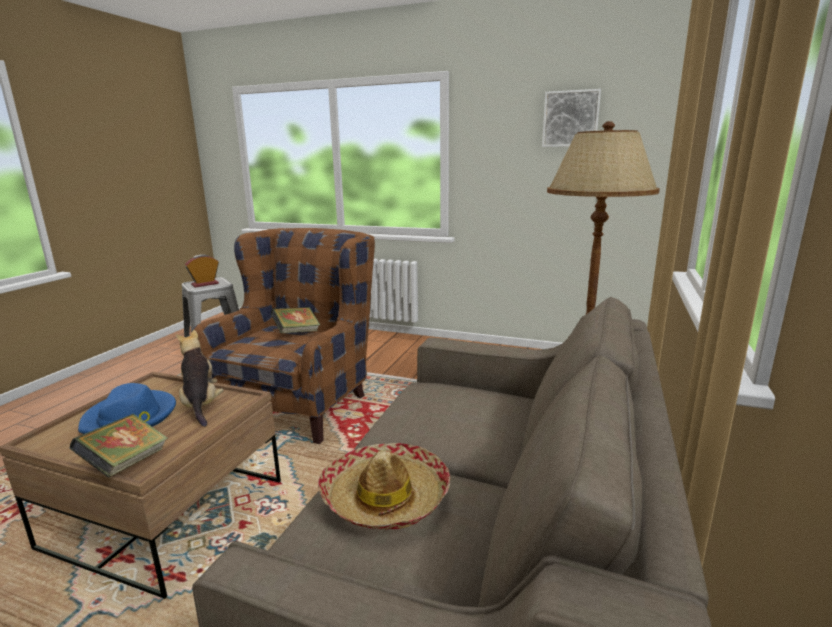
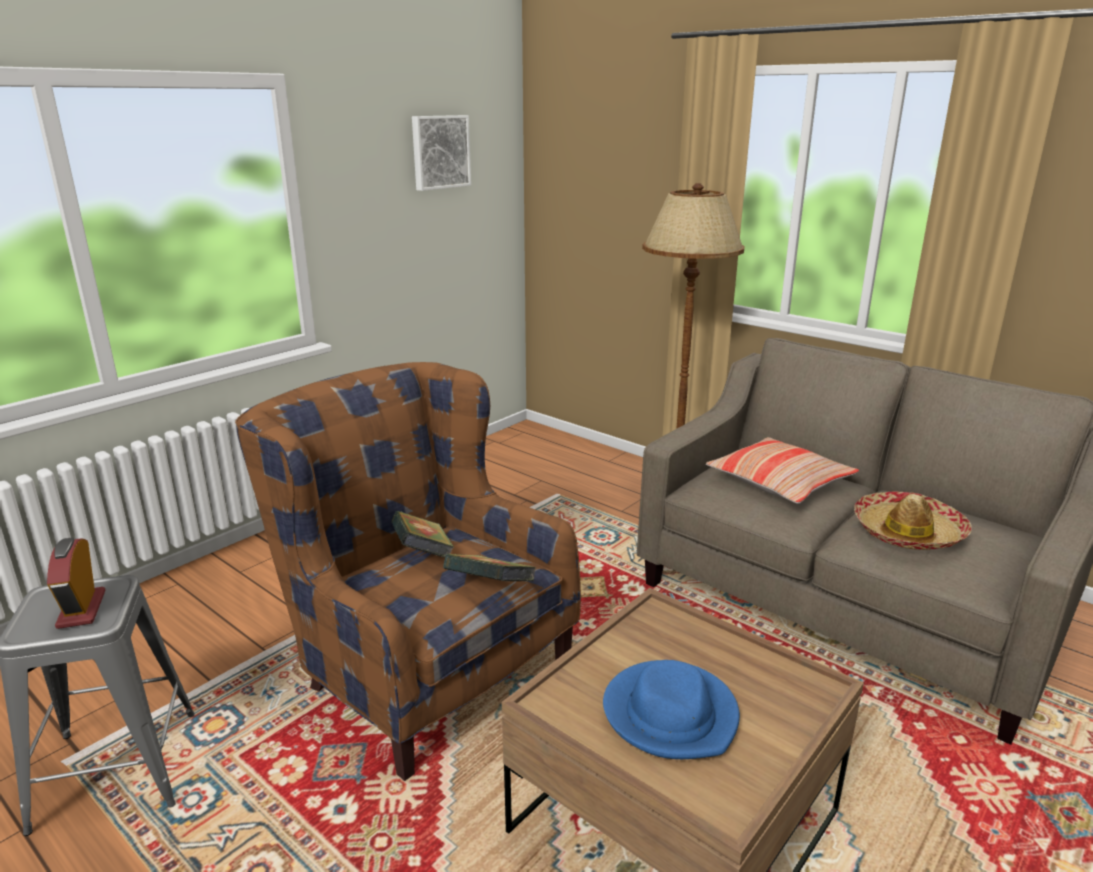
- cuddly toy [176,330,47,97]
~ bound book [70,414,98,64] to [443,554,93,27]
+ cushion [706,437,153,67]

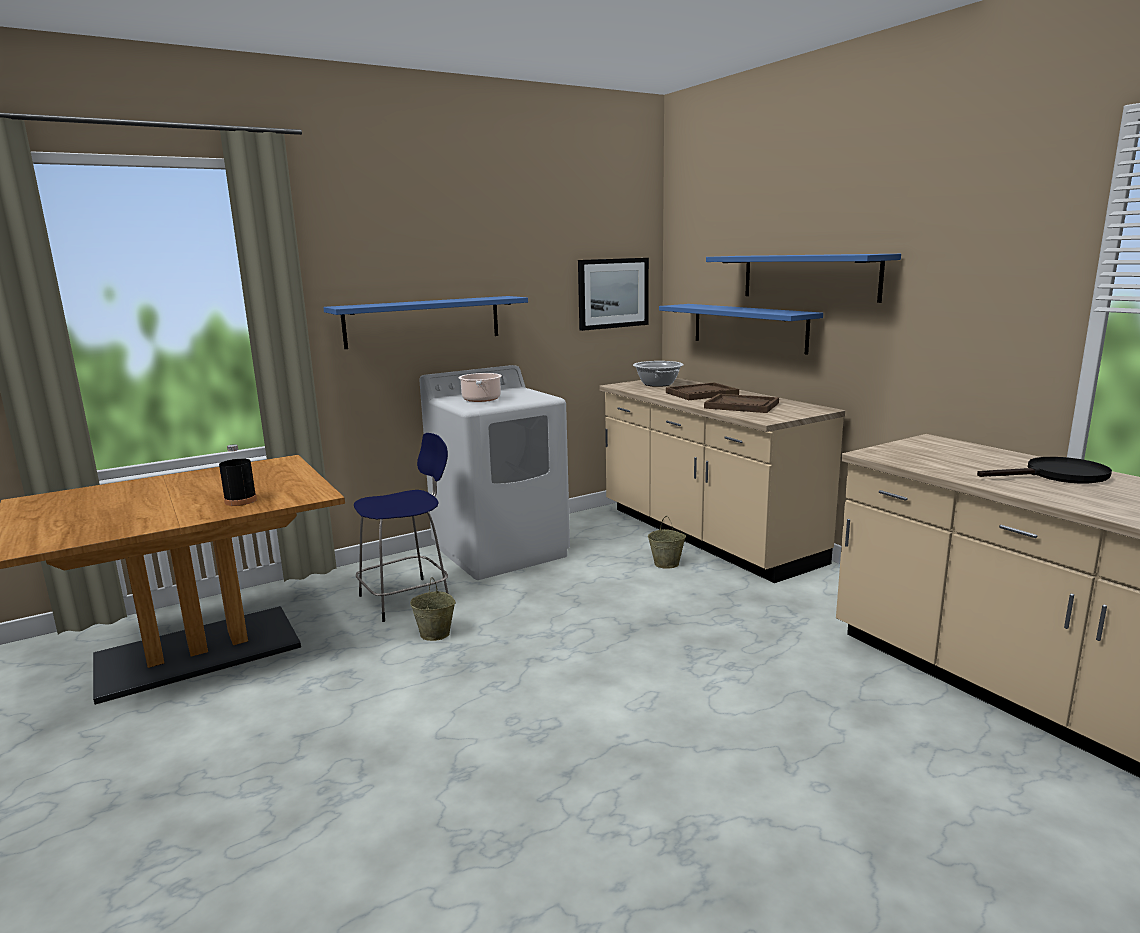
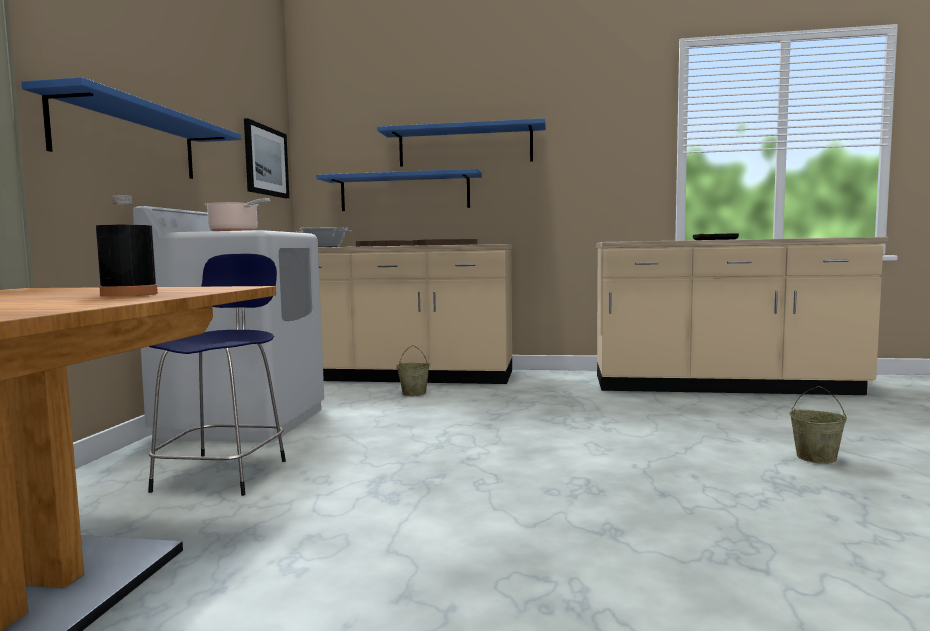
~ pail (beige-coloured) [410,577,46,64] to [789,386,58,78]

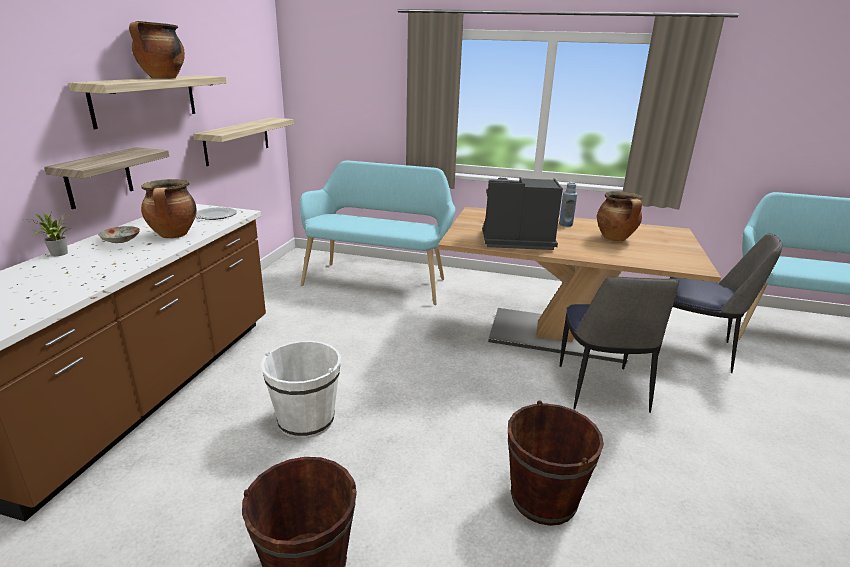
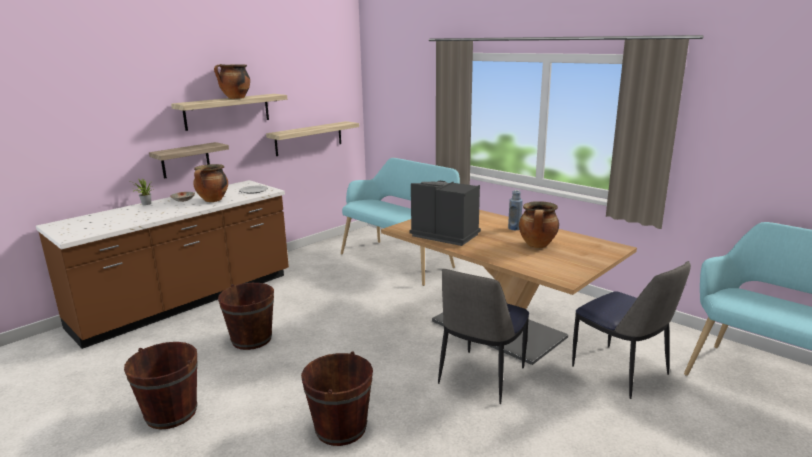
~ pail (white) [261,341,80,98] to pail (brownish) [218,283,56,67]

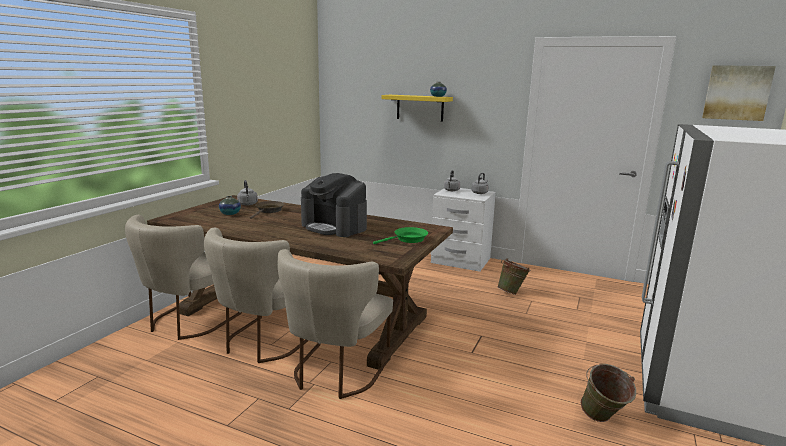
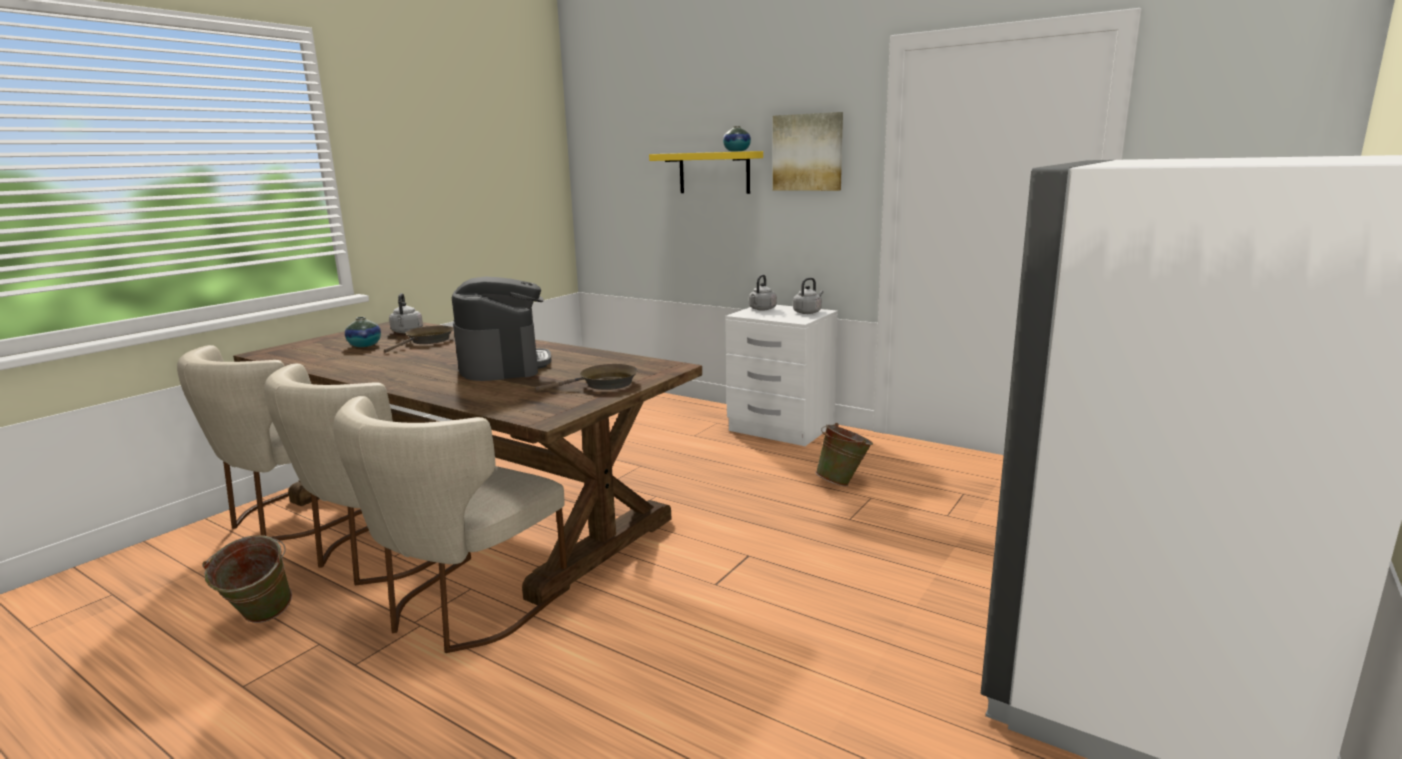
~ wall art [702,65,74,56] to [773,112,70,79]
~ coffee brewer [301,173,66,64] = [452,277,99,104] 150 degrees counterclockwise
~ skillet (green) [373,227,55,17] to skillet (brownish) [535,364,103,27]
~ pail (green) [581,364,55,58] to [202,535,90,88]

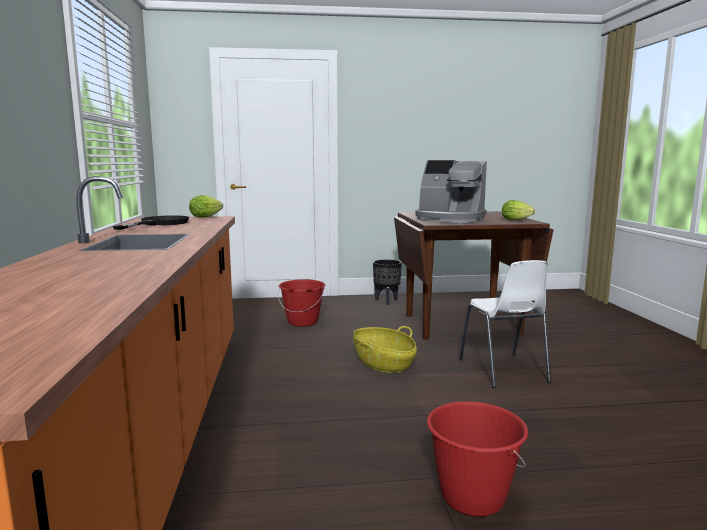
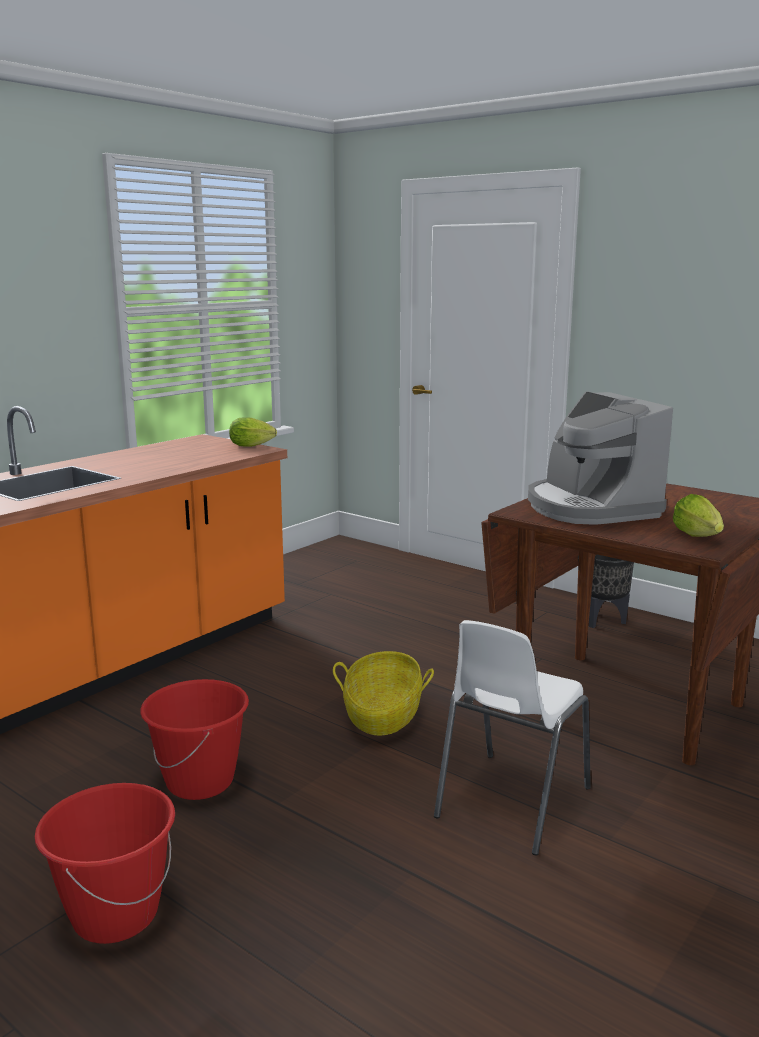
- skillet (black-coloured) [113,215,76,15]
~ pail (reddish) [278,279,47,48] to [140,679,109,121]

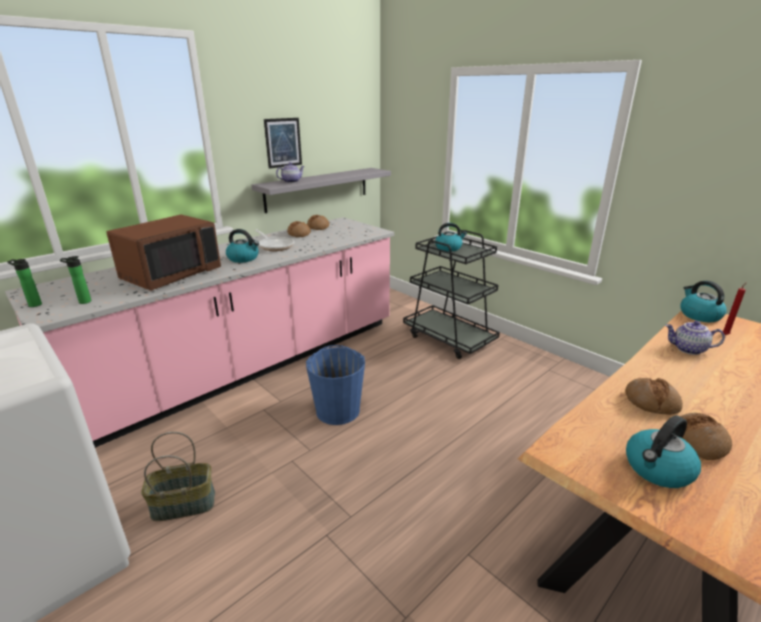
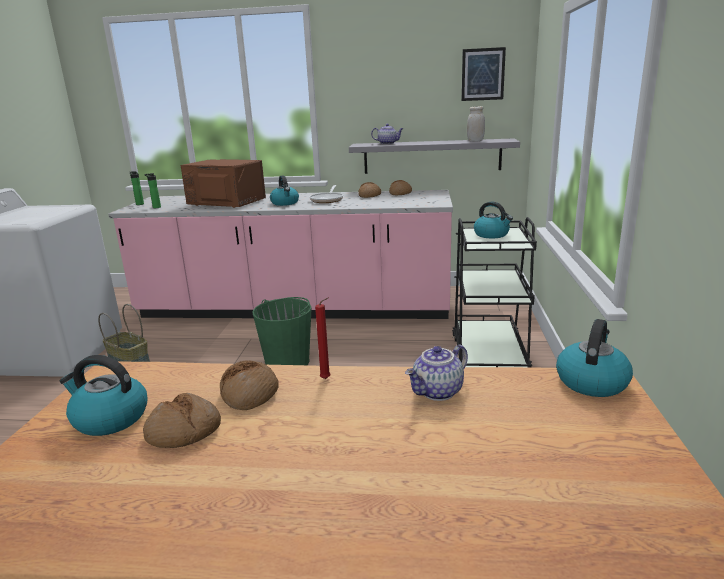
~ wall art [264,118,38,51] to [461,47,45,54]
~ microwave oven (brownish) [107,214,114,77] = [181,159,85,49] 150 degrees counterclockwise
~ wax light (reddish) [723,283,23,52] to [315,298,16,81]
~ pot for tea [665,321,60,34] = [405,345,63,56] 105 degrees counterclockwise
~ pail (bluish) [306,345,59,80] to pail (green) [252,297,60,68]
+ jar (white) [467,106,18,35]

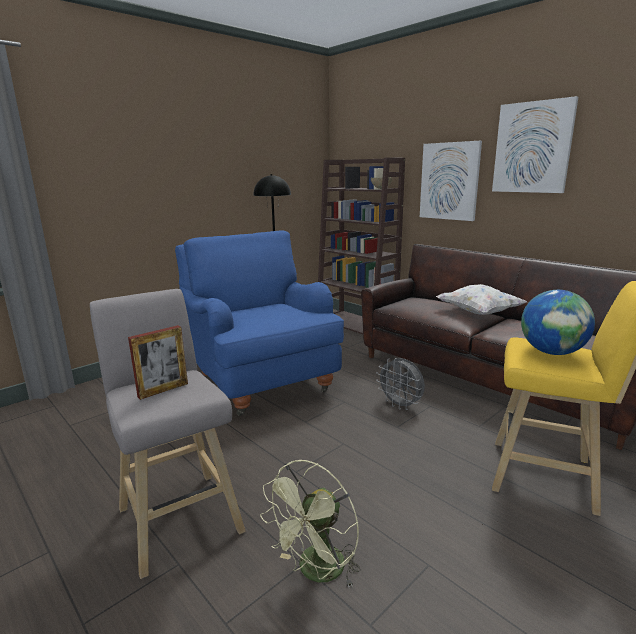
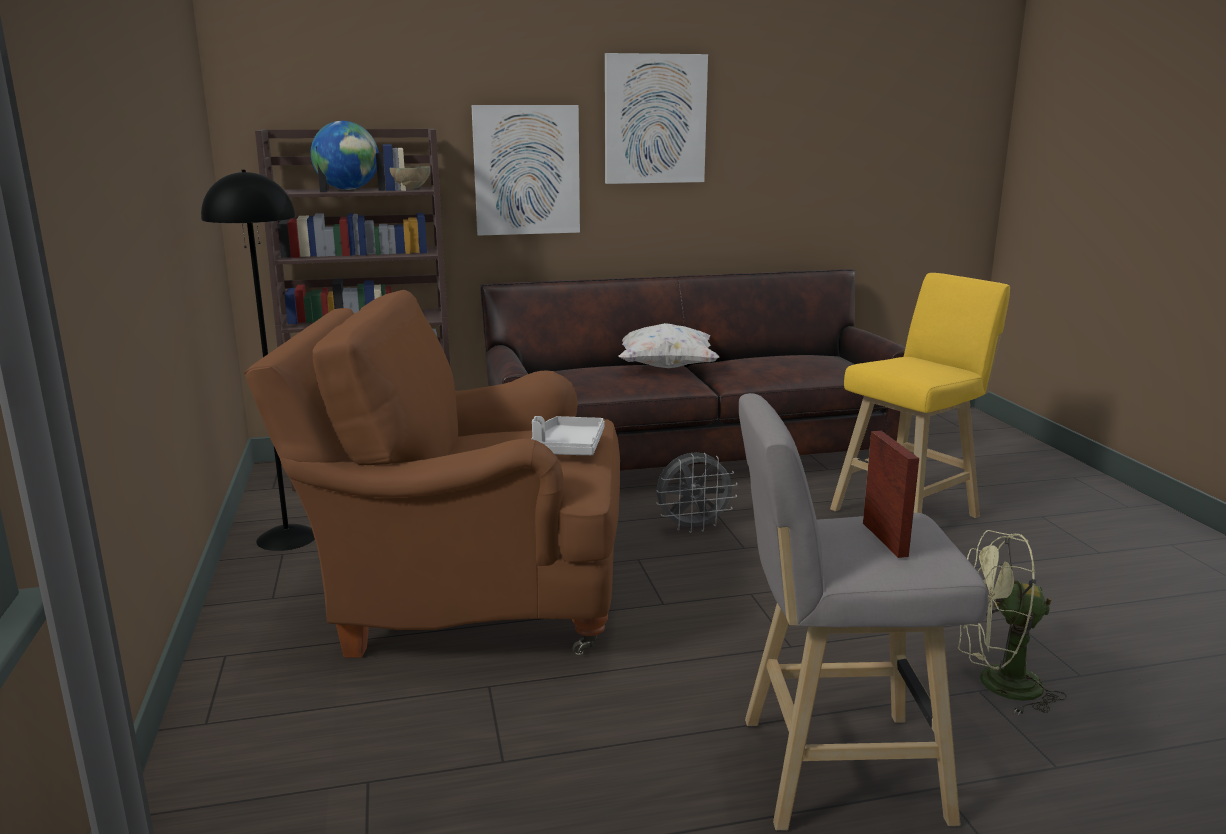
~ armchair (bluish) [175,231,169,185] to armchair (brownish) [244,290,376,368]
~ world globe [521,290,74,65] to [311,121,68,69]
~ cooling fan (green) [260,460,101,128] = [958,530,109,185] 120 degrees clockwise
+ serving tray (greyish) [532,416,73,39]

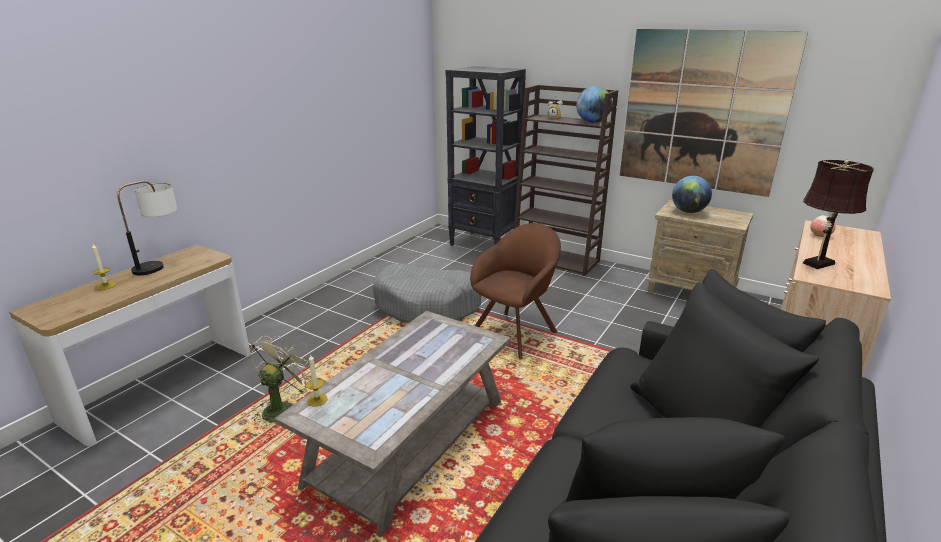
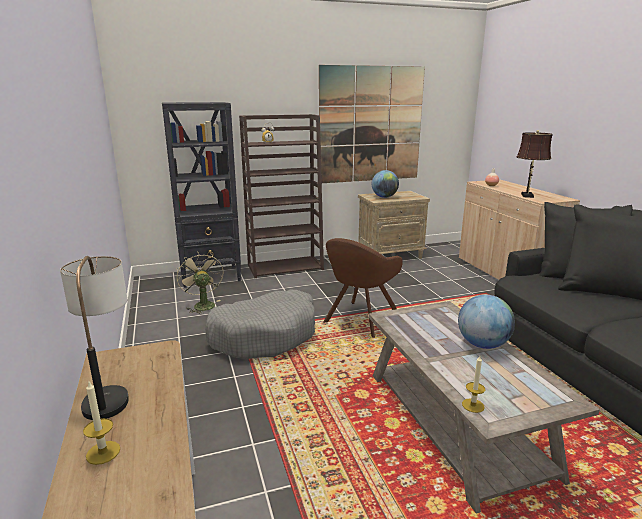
~ world globe [576,86,36,37] to [458,295,57,54]
~ armchair (brownish) [470,223,91,136] = [323,238,80,100] 135 degrees counterclockwise
~ cooling fan (beige-coloured) [250,335,62,87] to [177,252,47,62]

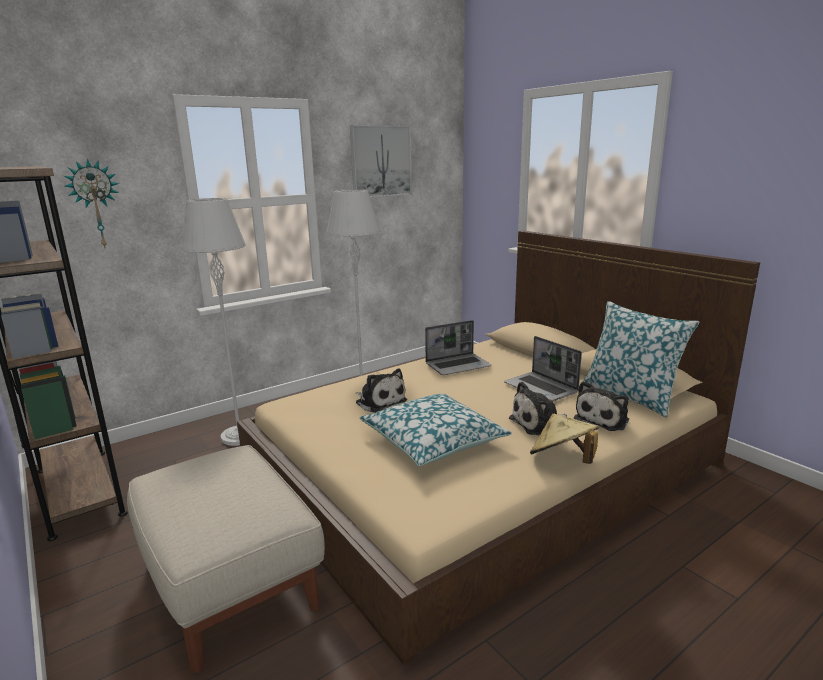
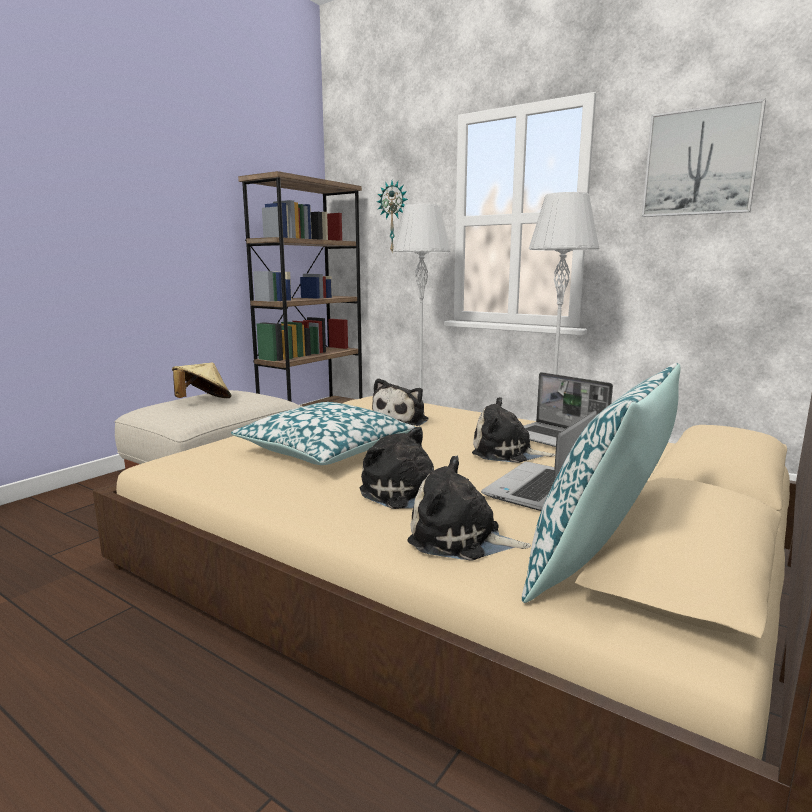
~ hat (beige-coloured) [530,413,69,51] to [172,362,59,36]
+ cuddly toy [472,397,83,66]

